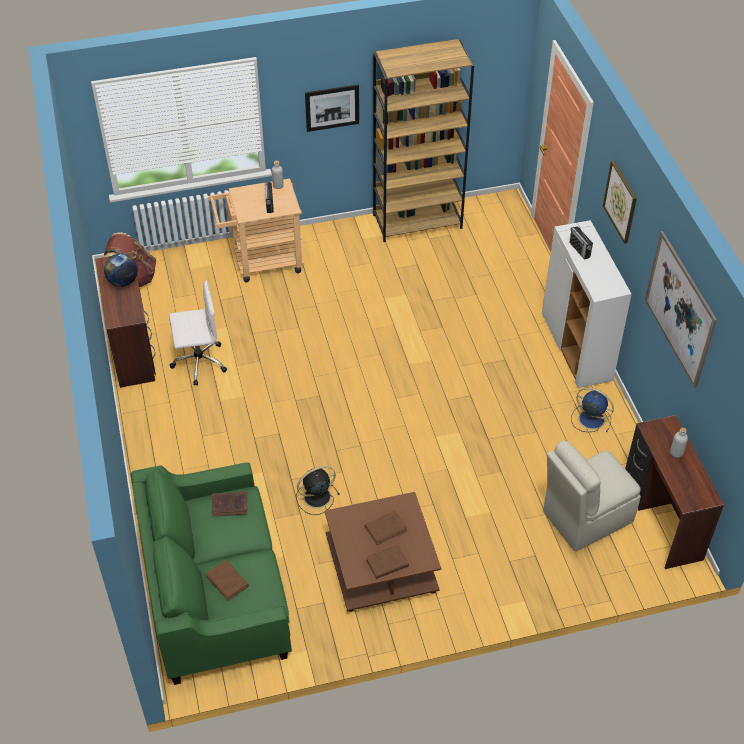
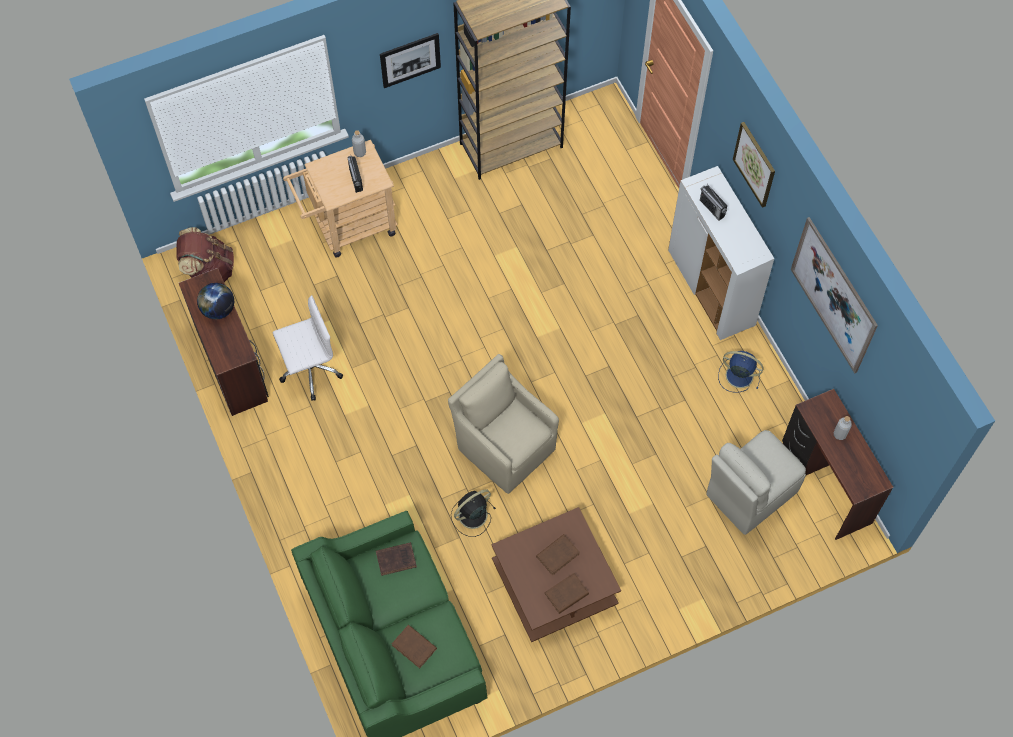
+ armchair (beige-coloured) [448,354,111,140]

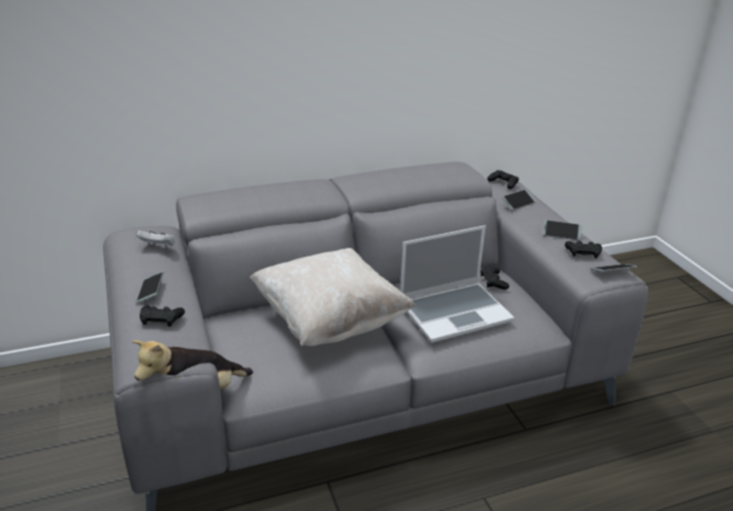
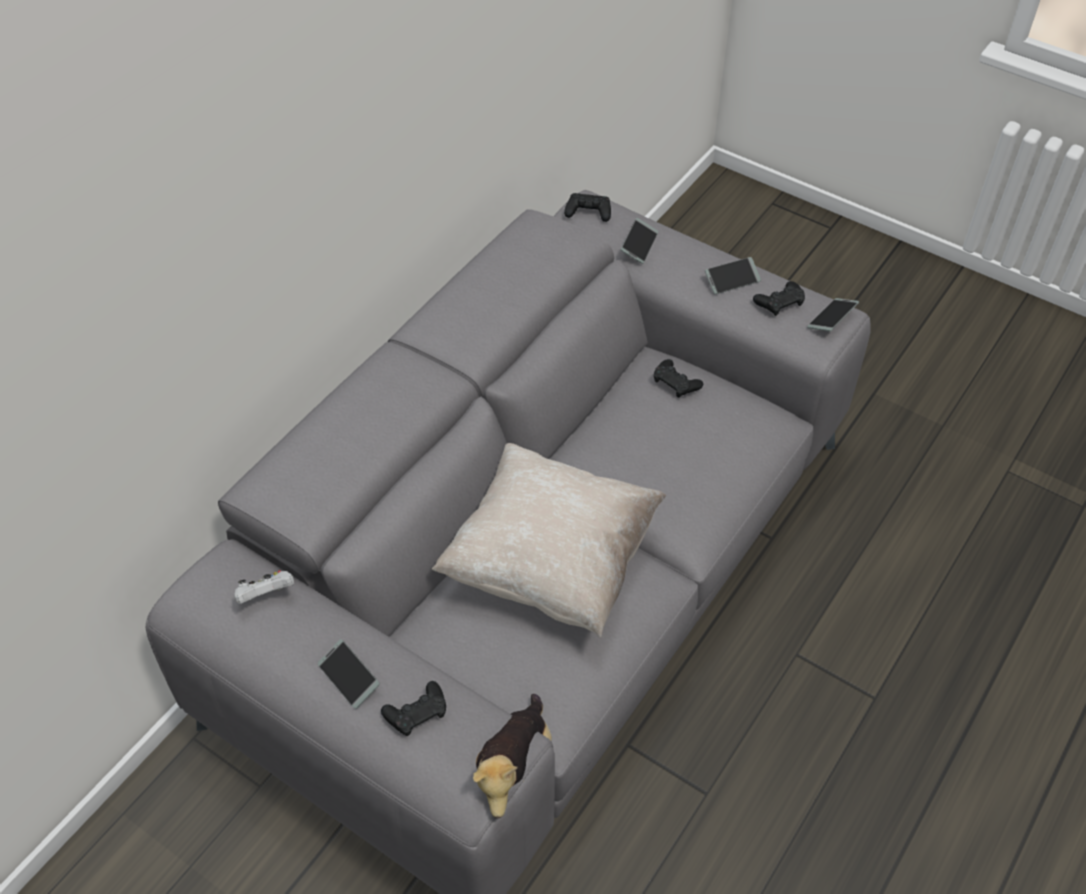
- laptop [400,225,114,118]

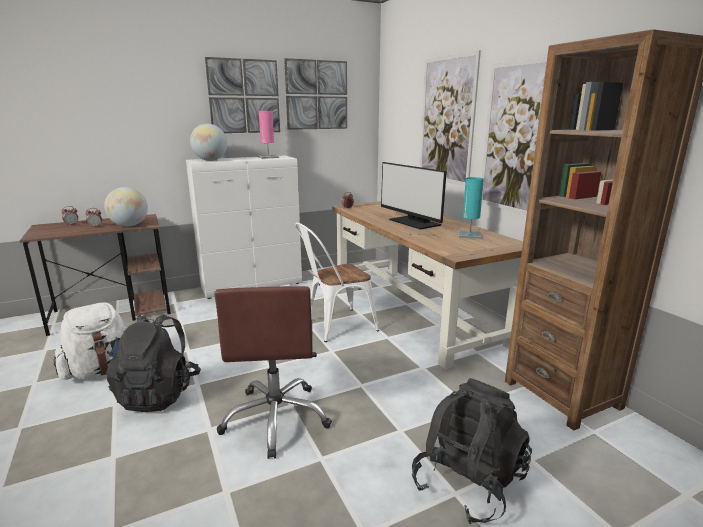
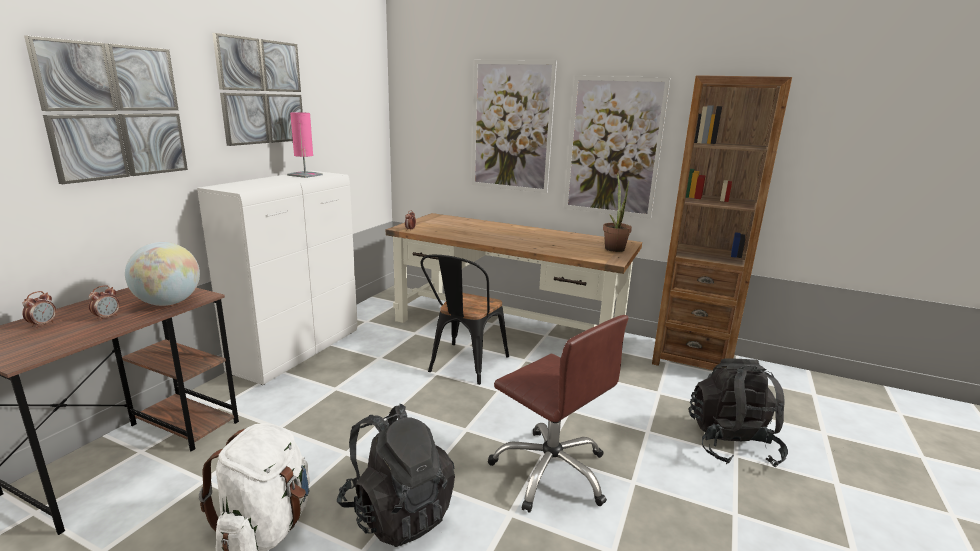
~ wall art [284,58,63,72] to [24,35,164,149]
- world globe [190,124,37,37]
- computer display [381,162,66,68]
- lamp for a table (blue-green) [458,177,26,62]
~ plain chair (white) [295,222,84,120] to plain chair (black-coloured) [420,255,89,130]
+ plant in a pot [603,173,29,79]

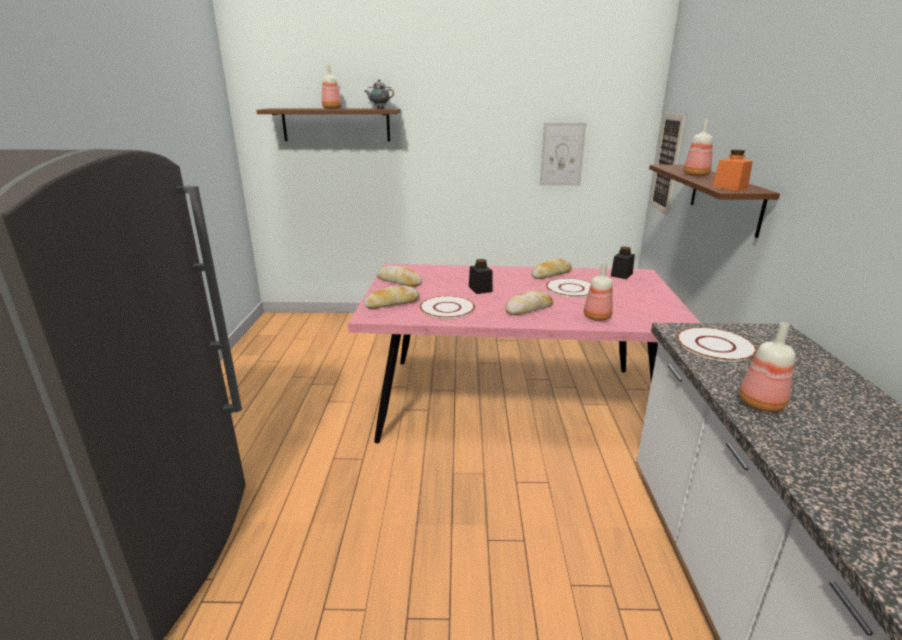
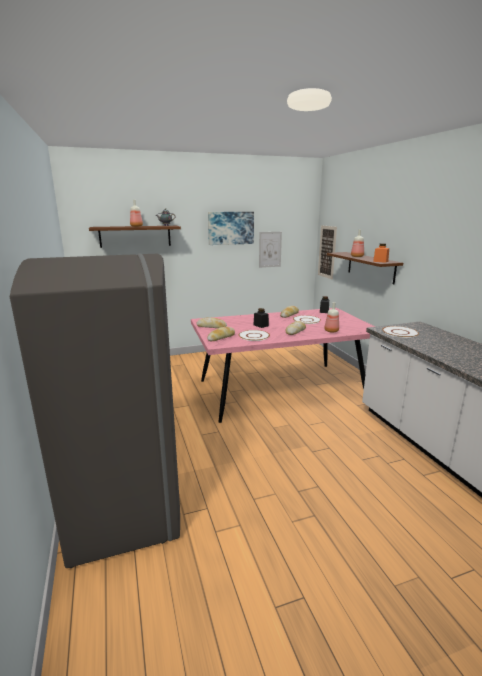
- bottle [739,323,56,89]
+ wall art [208,212,46,33]

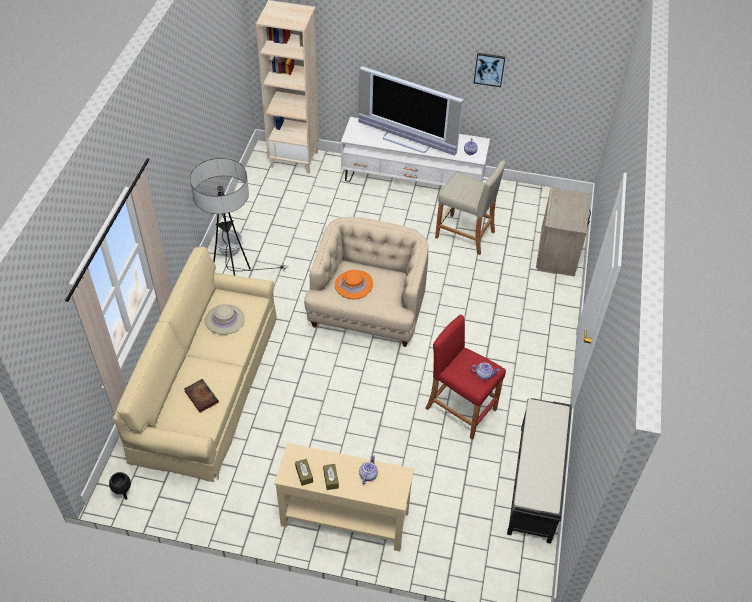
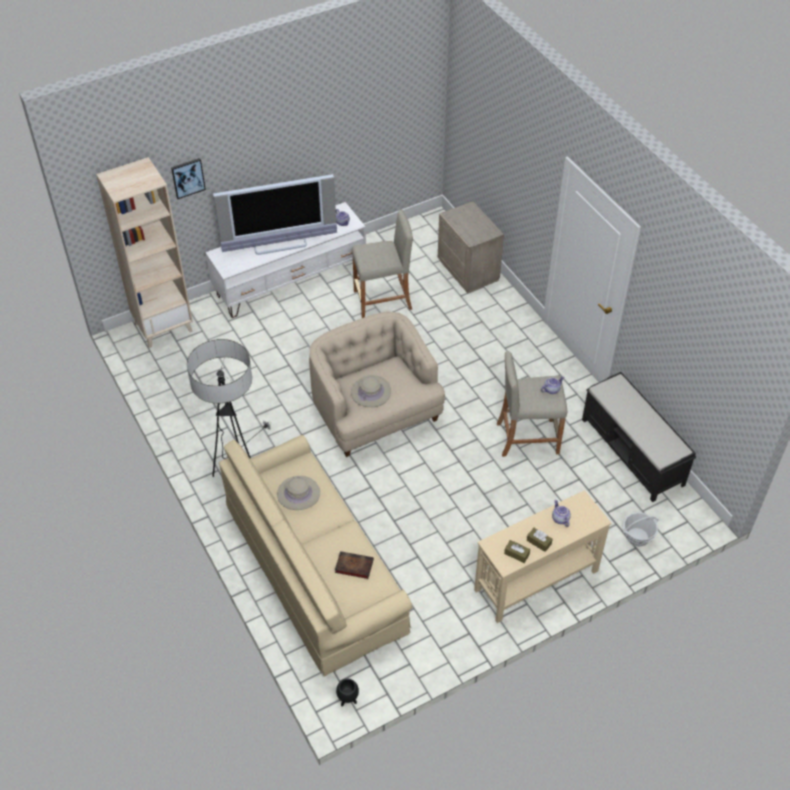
~ wall art [474,53,31,34] to [171,158,35,41]
~ storage basket [213,229,30,28] to [623,512,36,34]
~ hat (orange-coloured) [335,270,38,29] to hat (beige-coloured) [351,375,40,32]
~ sitting stool (reddish) [425,315,81,125] to sitting stool (beige-coloured) [497,351,71,106]

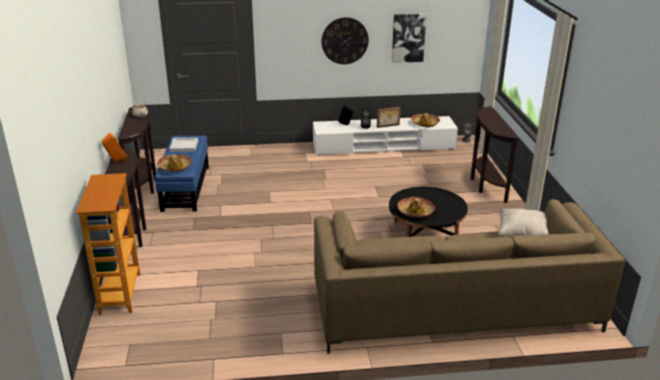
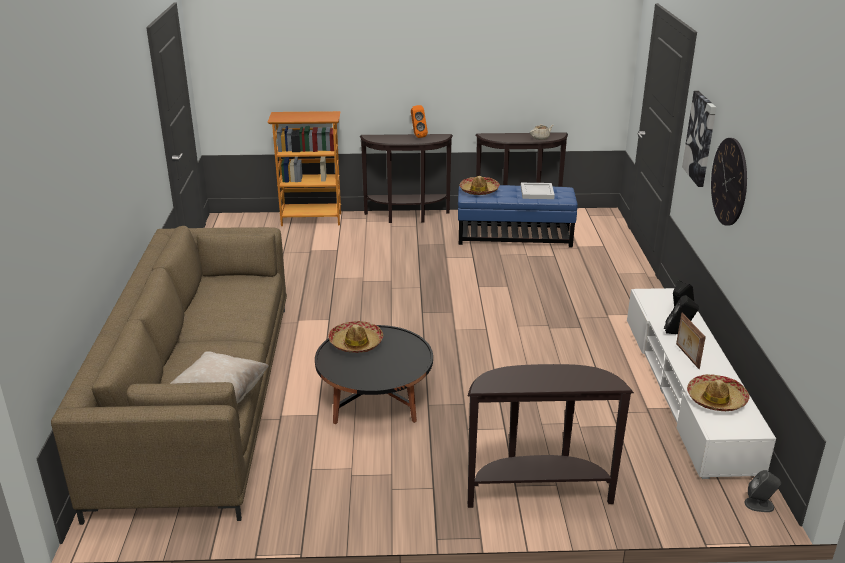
~ wall art [392,14,35,49] to [682,91,34,96]

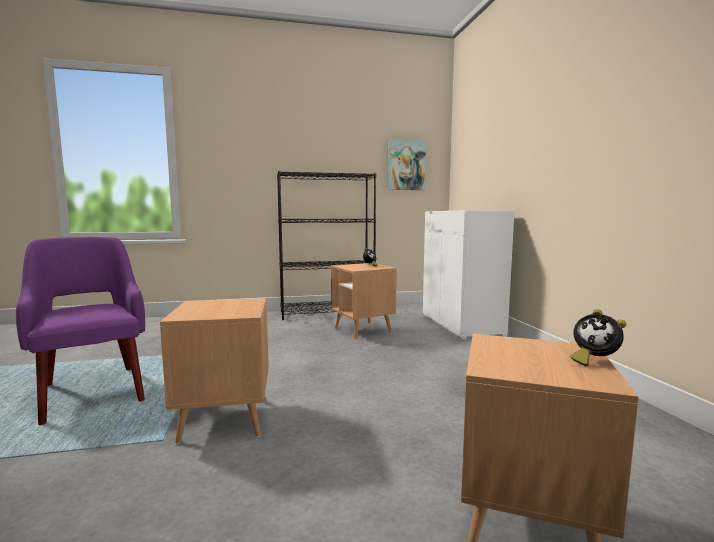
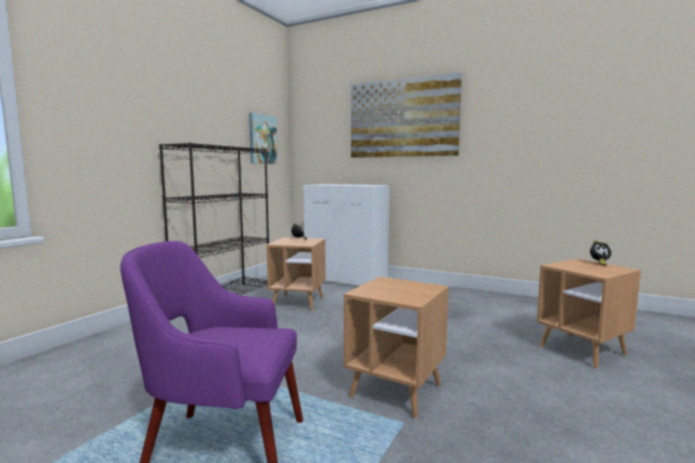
+ wall art [351,72,111,86]

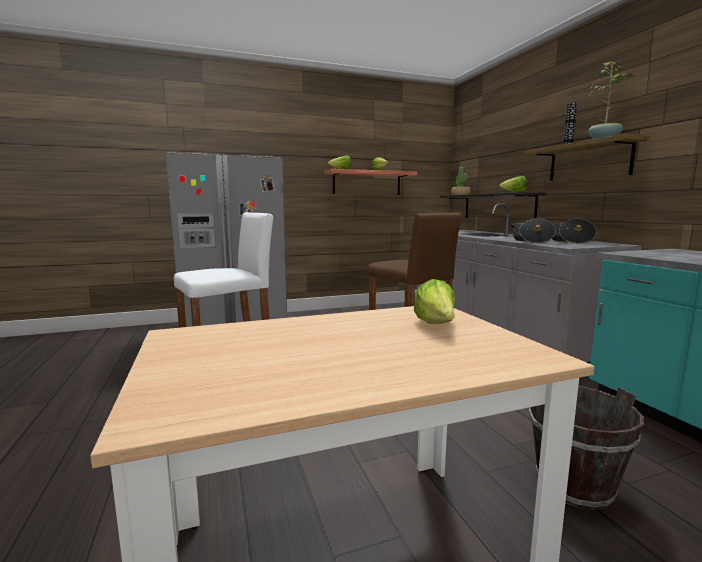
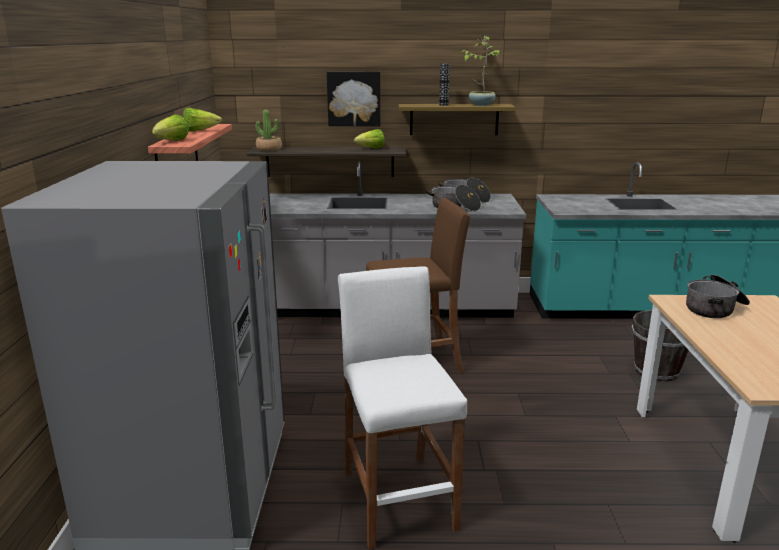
~ head of lettuce [414,279,42,45] to cooking pot [686,275,64,43]
+ wall art [327,72,53,54]

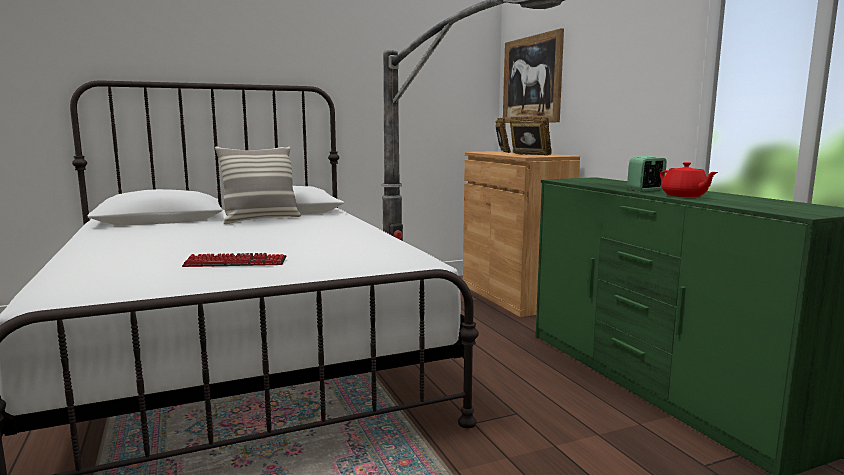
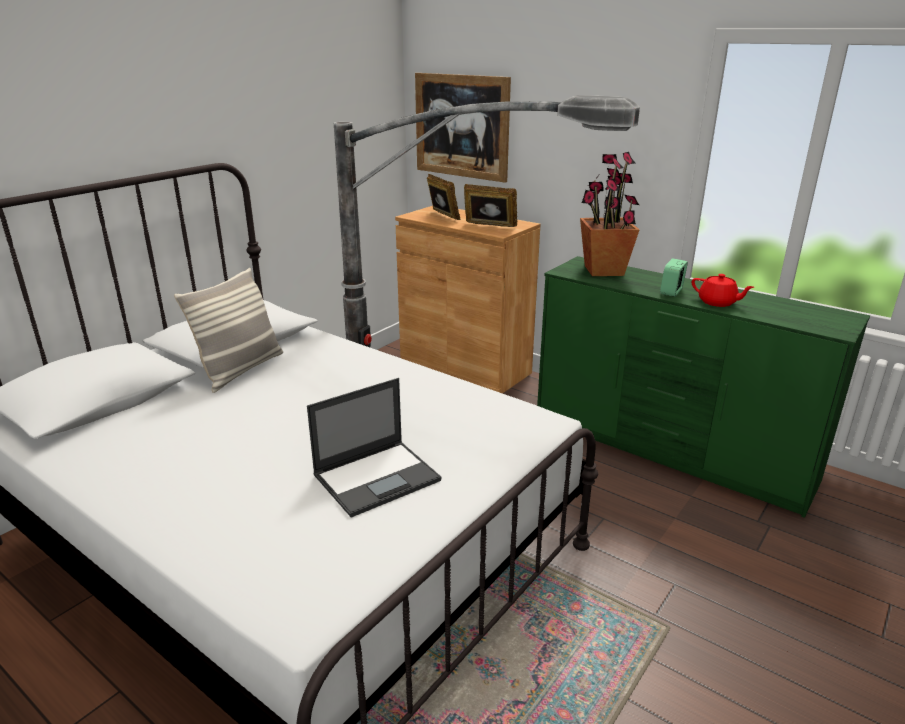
~ PC keyboard [182,253,105,14] to laptop [307,378,135,139]
+ plant in a pot [580,152,59,124]

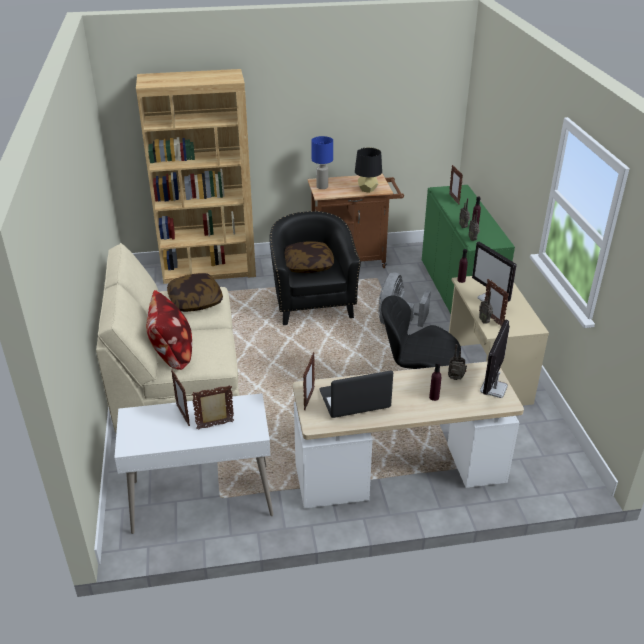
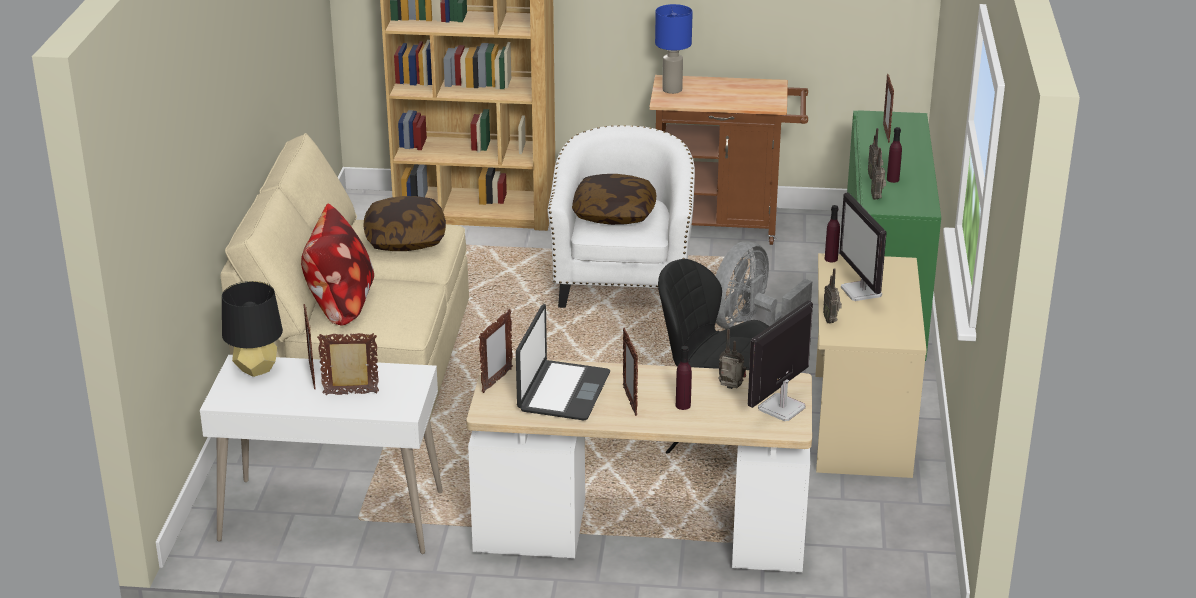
~ lamp for a table (black-coloured) [355,147,27,46] to [222,281,61,96]
~ armchair (black-coloured) [269,211,92,114] to armchair (white) [548,125,147,183]
~ picture frame [484,279,25,48] to [623,328,15,88]
~ laptop [319,371,74,47] = [516,304,94,116] 105 degrees clockwise

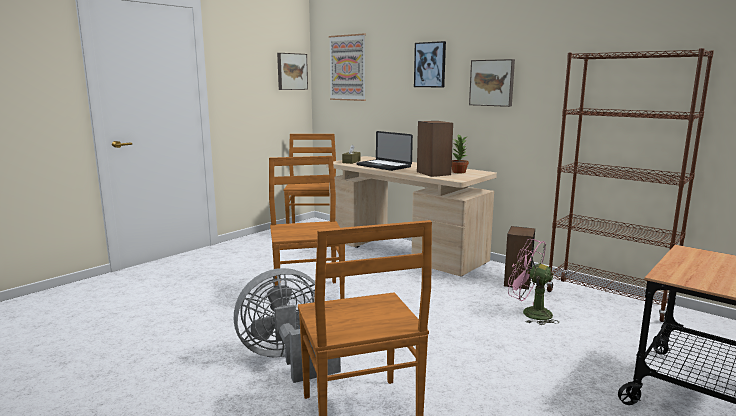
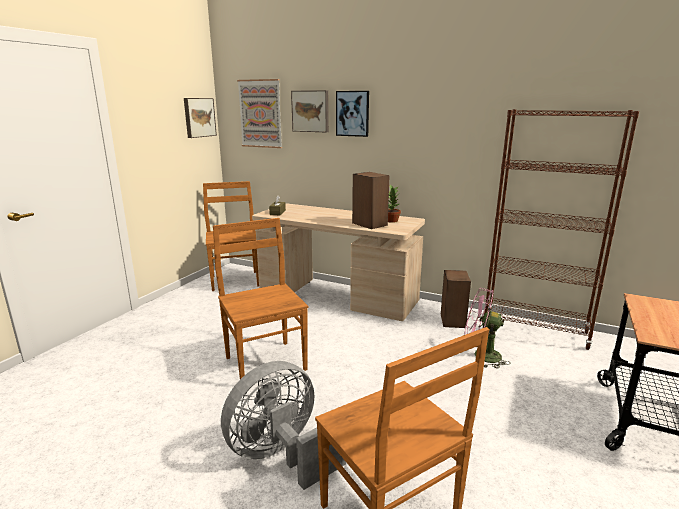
~ wall art [469,59,46,48] to [291,90,38,42]
- laptop [356,131,57,40]

